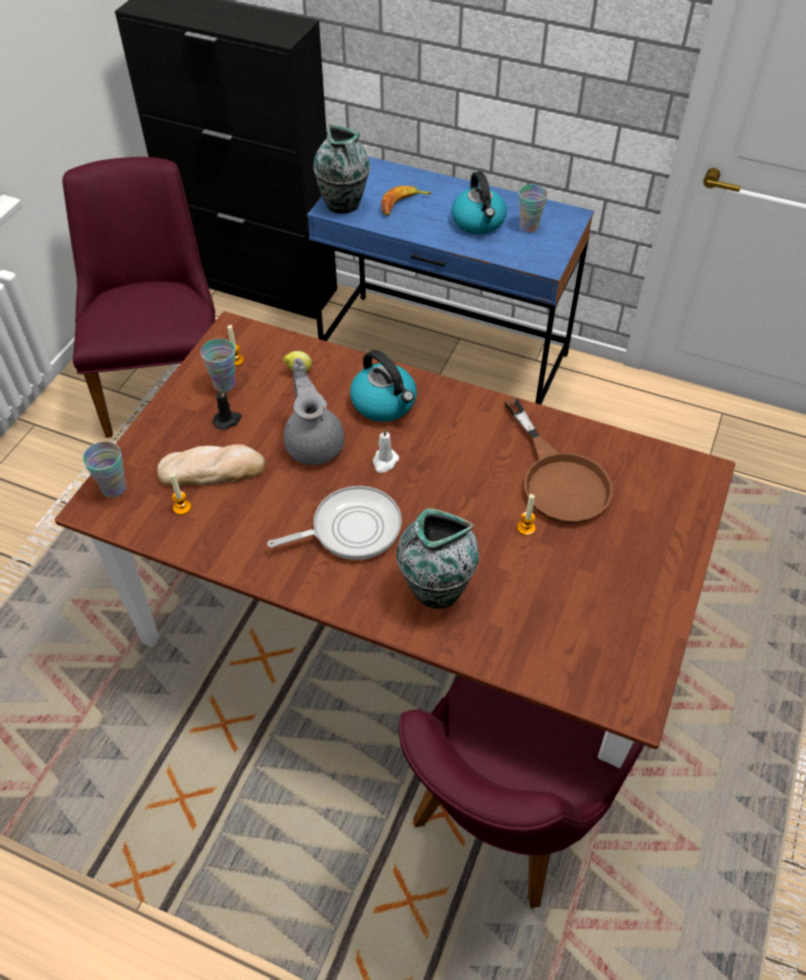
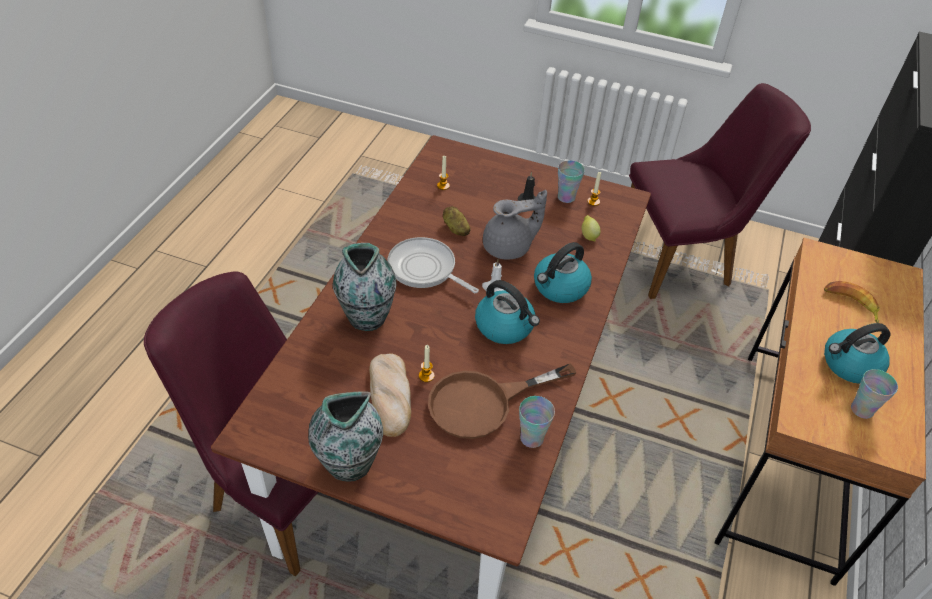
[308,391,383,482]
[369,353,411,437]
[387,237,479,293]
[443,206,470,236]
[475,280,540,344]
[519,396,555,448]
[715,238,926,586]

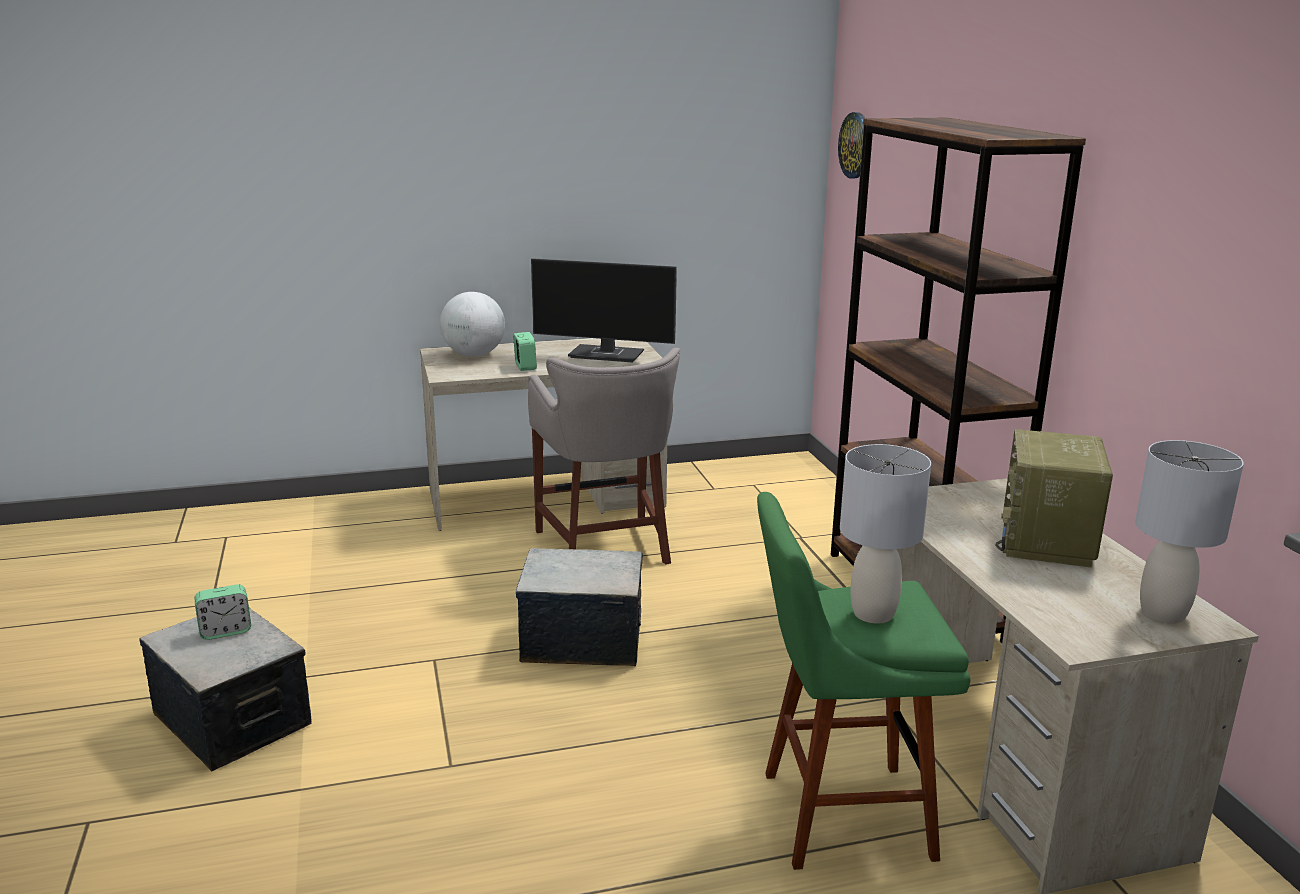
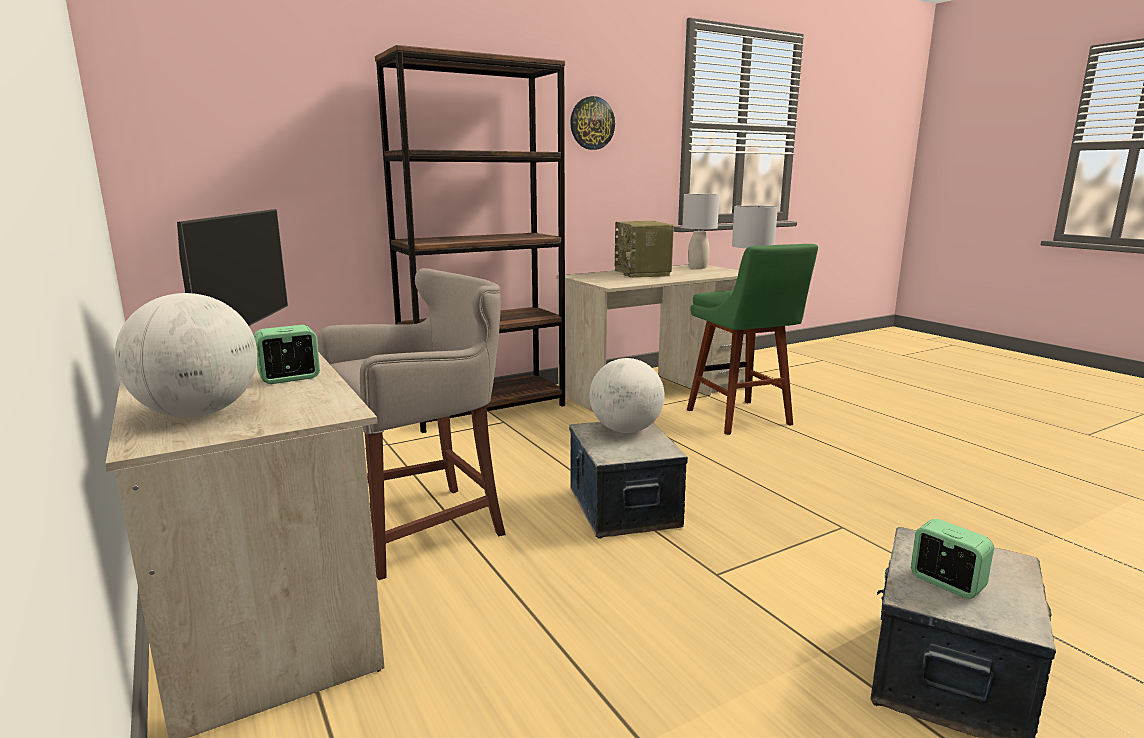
[570,96,615,150]
[589,358,665,433]
[615,221,674,278]

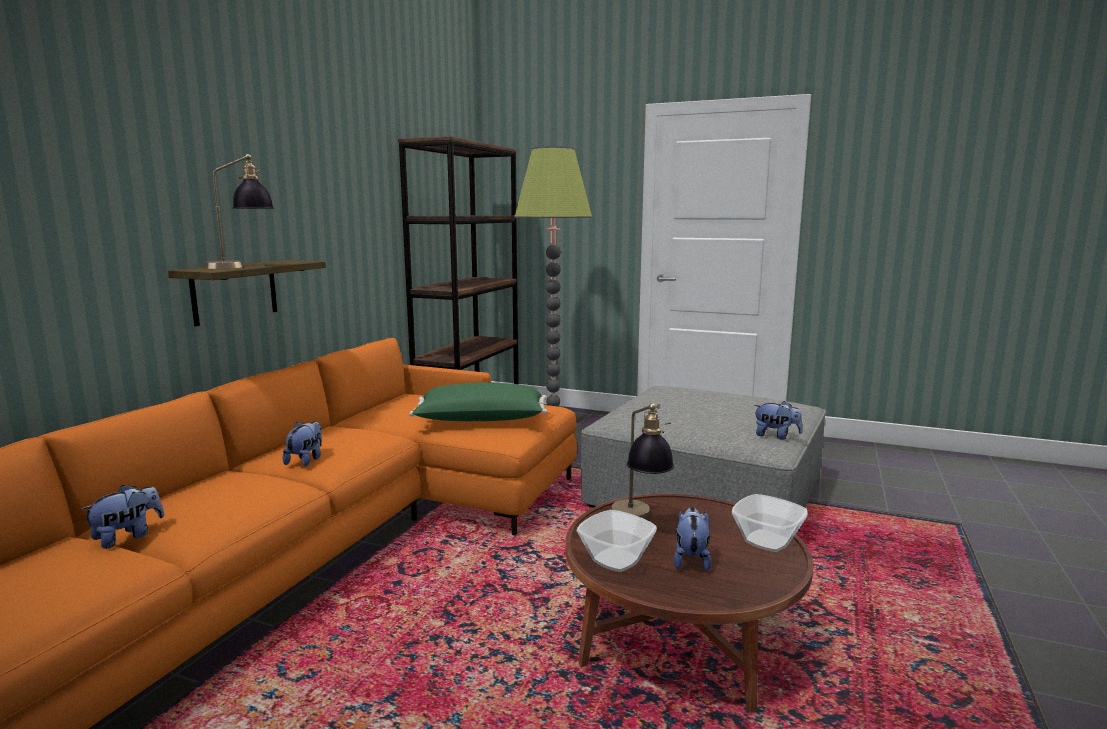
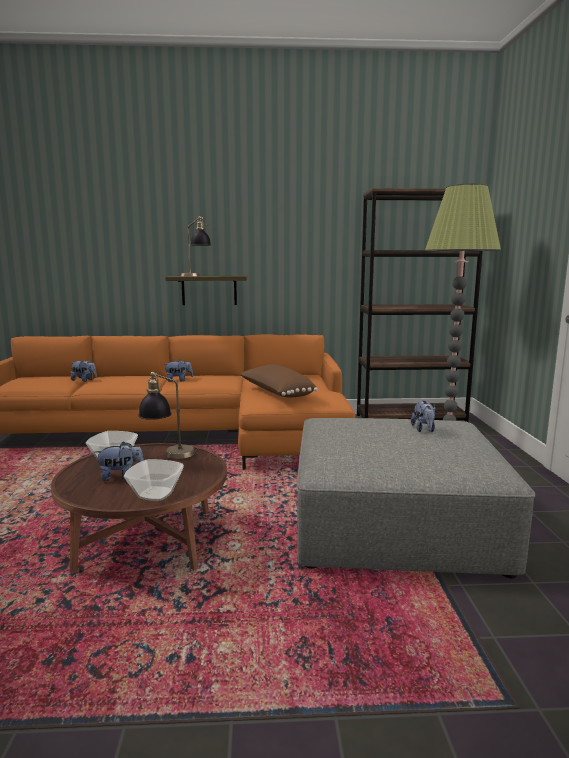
[240,364,318,397]
[411,400,435,432]

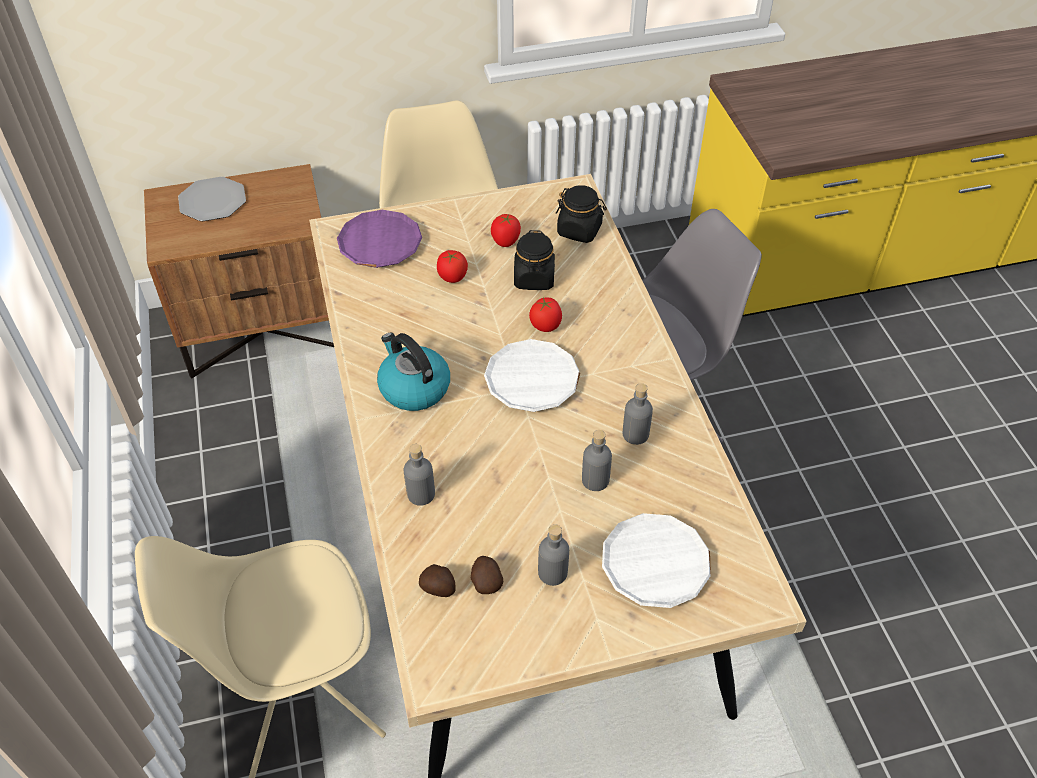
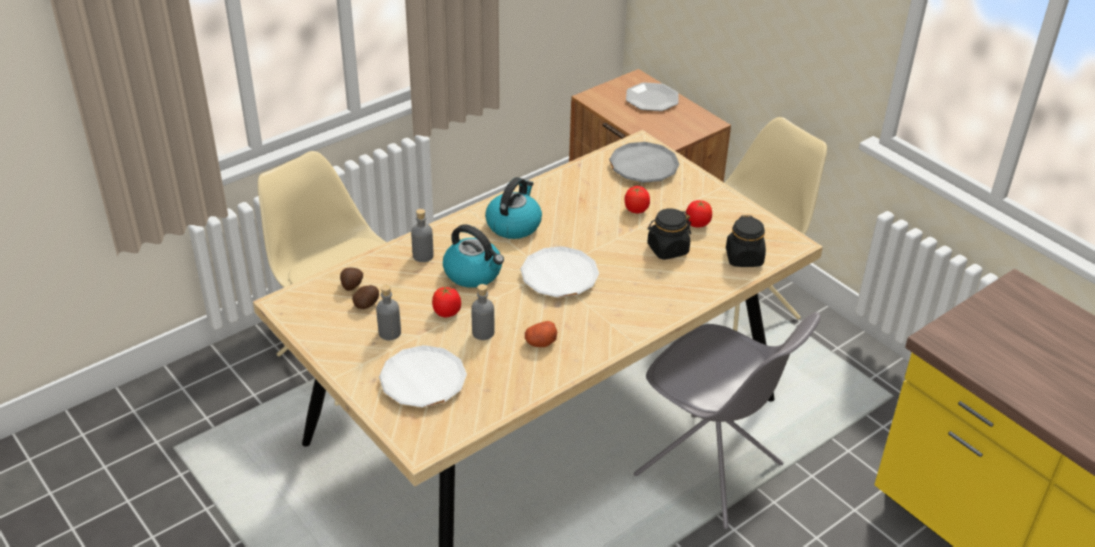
[432,286,461,317]
[443,224,504,288]
[525,321,557,347]
[609,142,680,183]

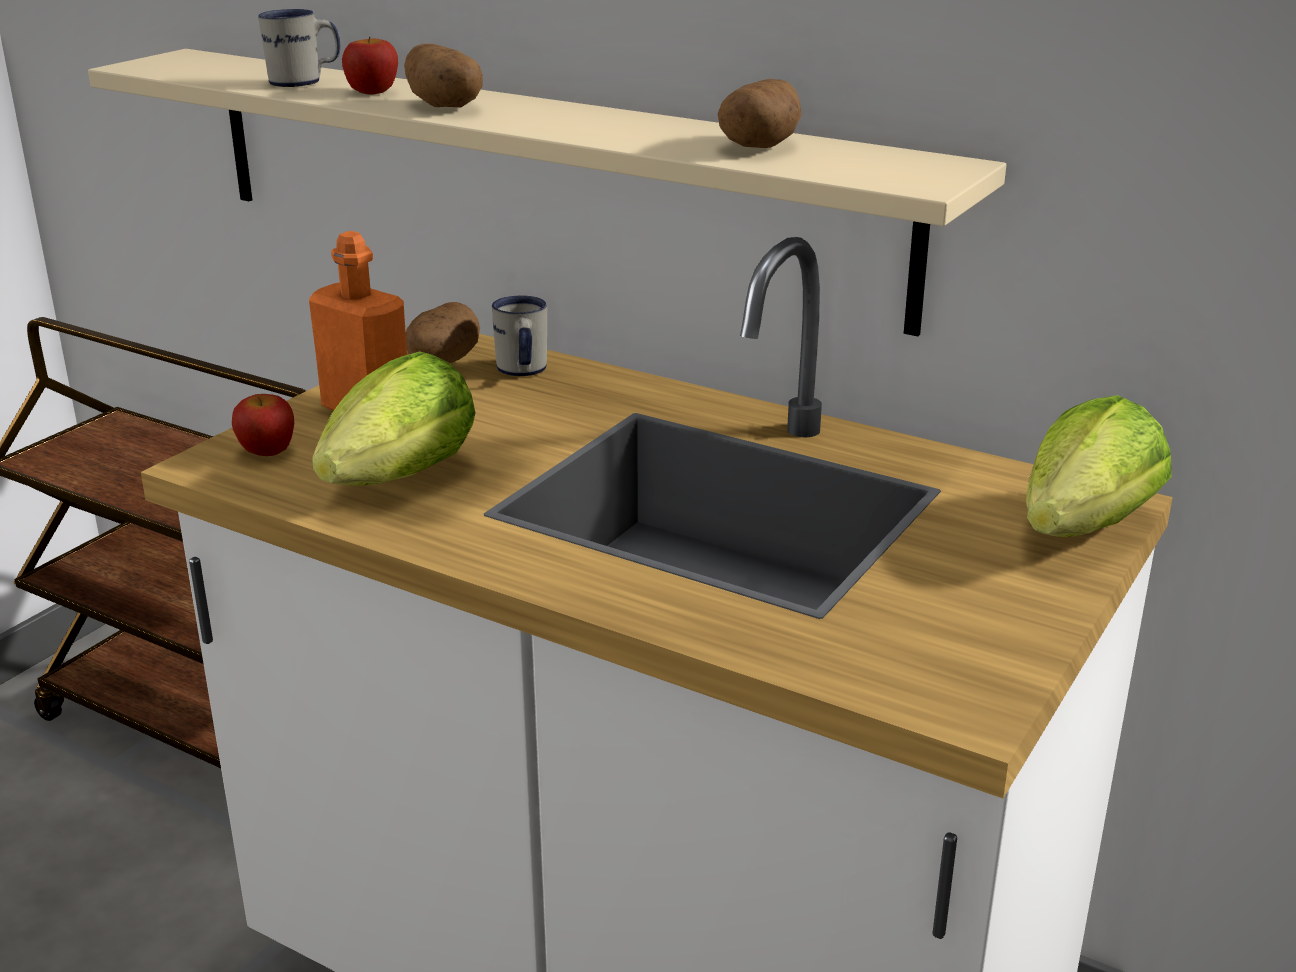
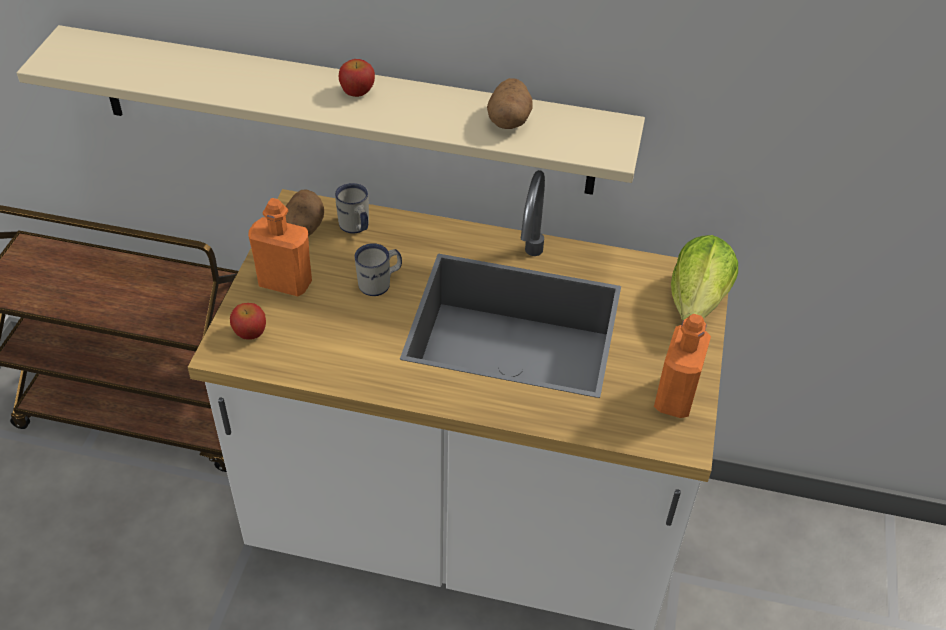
[339,59,375,97]
[355,243,402,296]
[654,314,711,418]
[312,351,476,486] (first image)
[404,44,483,107] (first image)

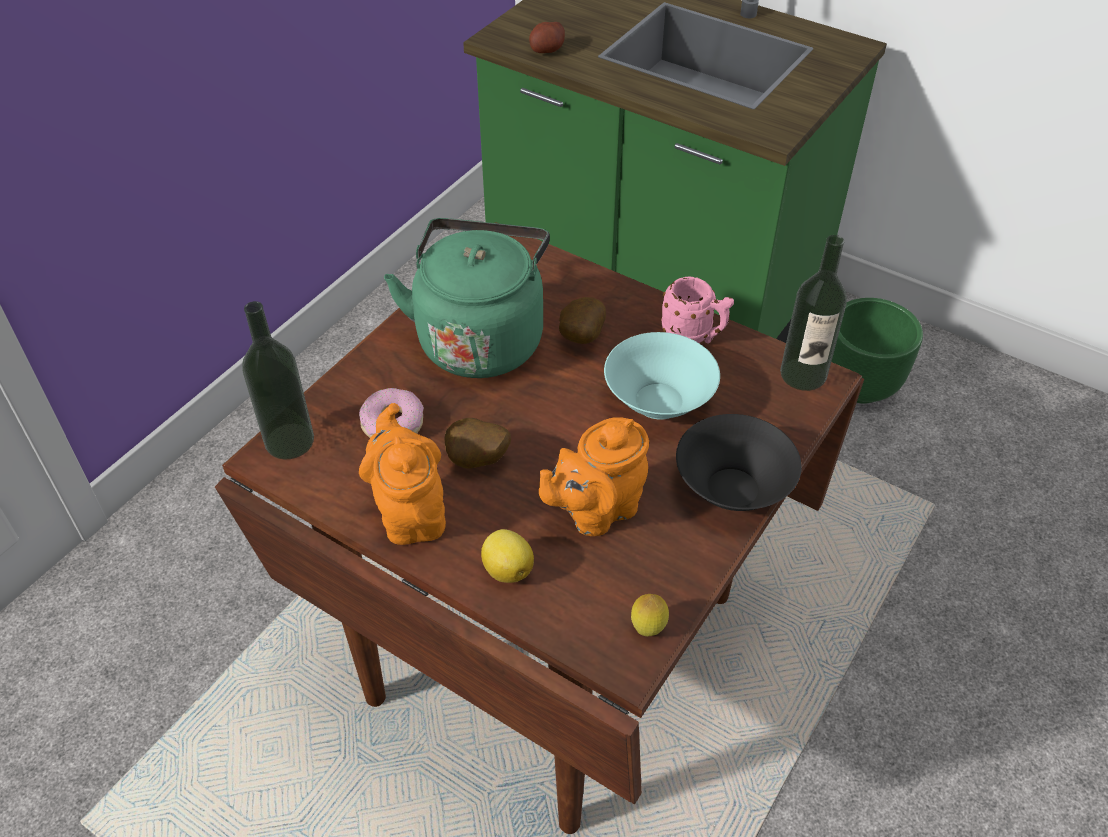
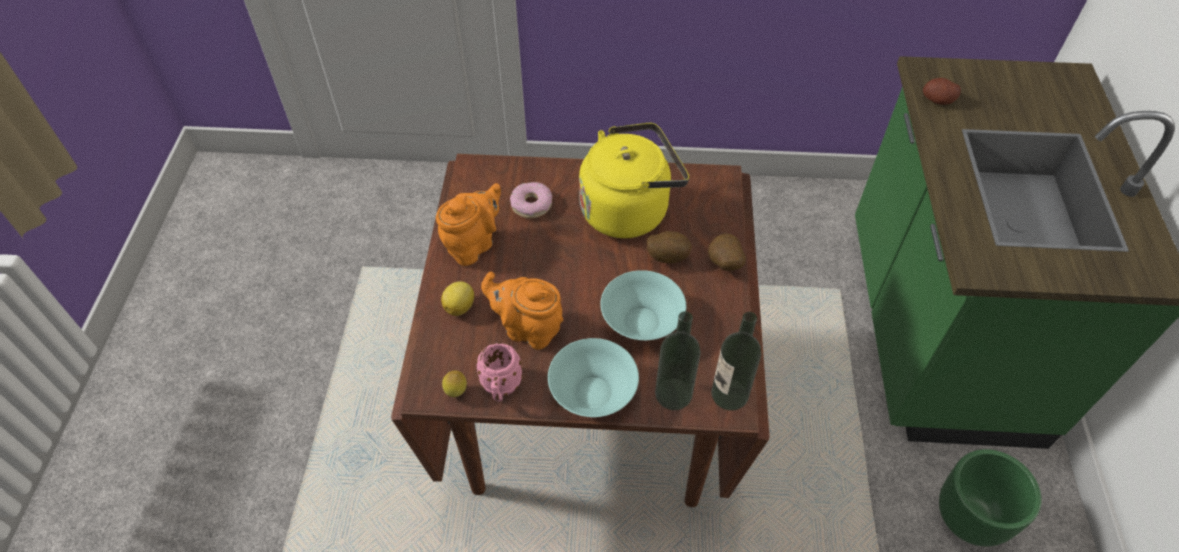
[476,343,523,402]
[548,338,639,417]
[579,123,689,238]
[655,311,701,410]
[708,233,746,271]

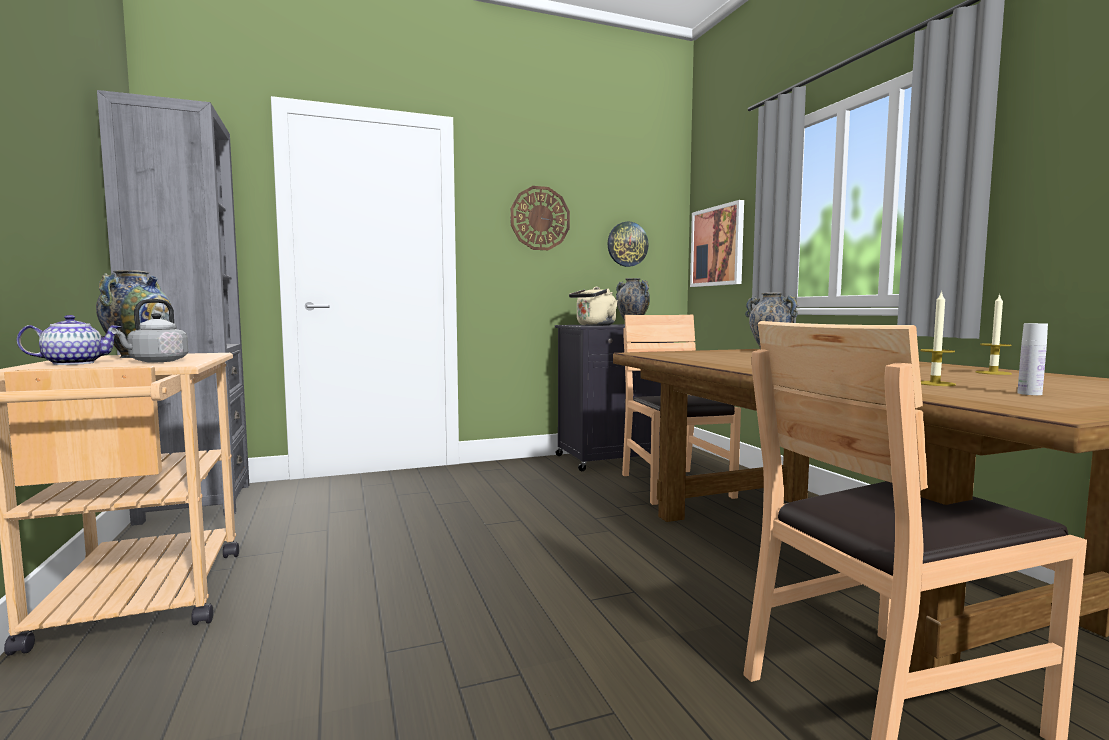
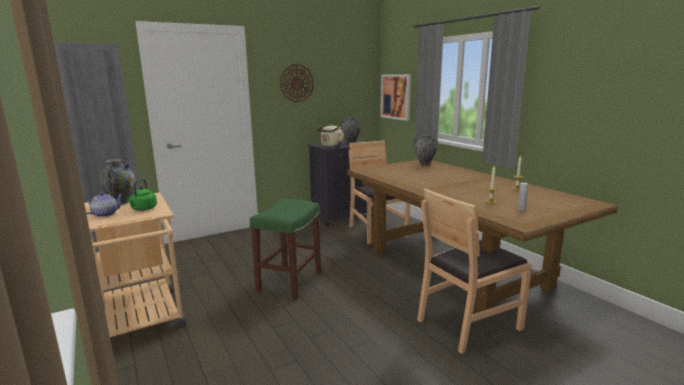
[127,179,157,211]
[250,199,321,300]
[607,221,649,267] (first image)

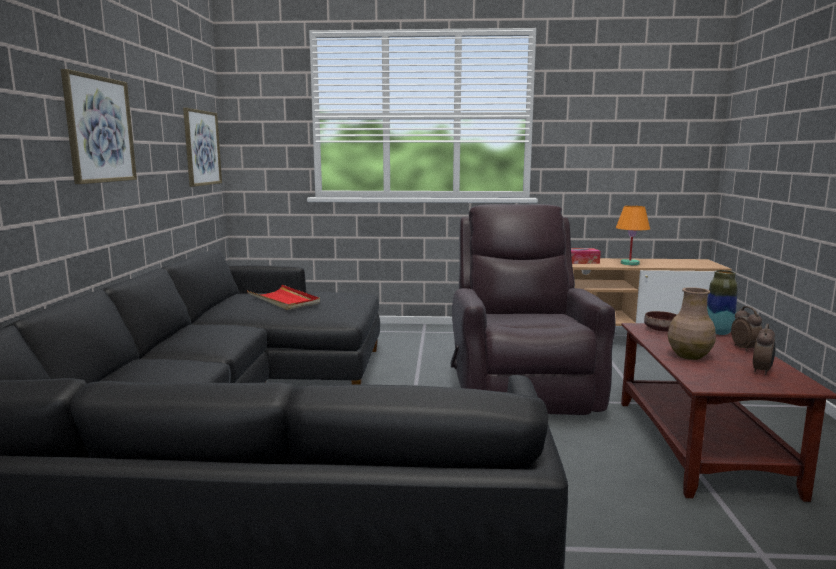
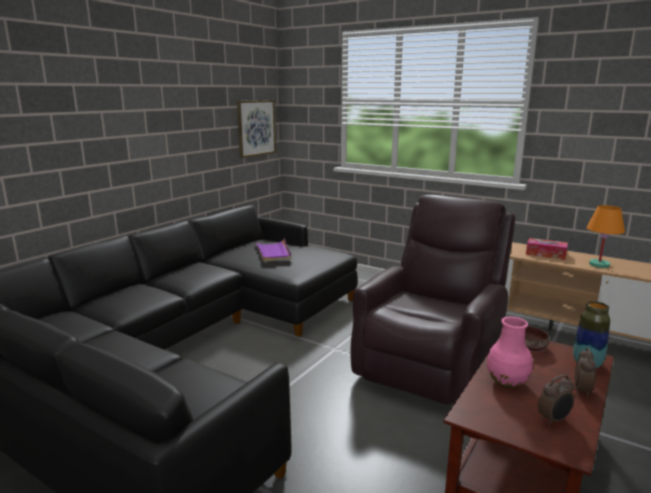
[256,239,292,262]
[487,317,533,388]
[61,69,137,184] (first image)

